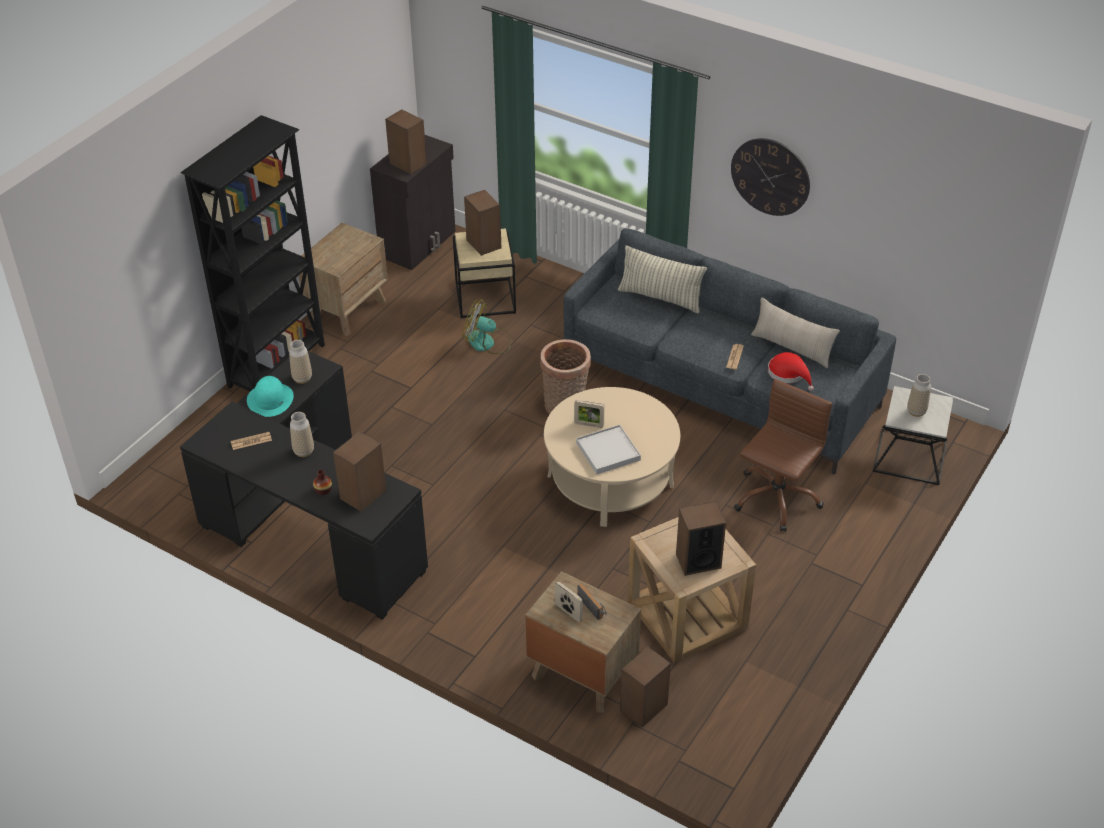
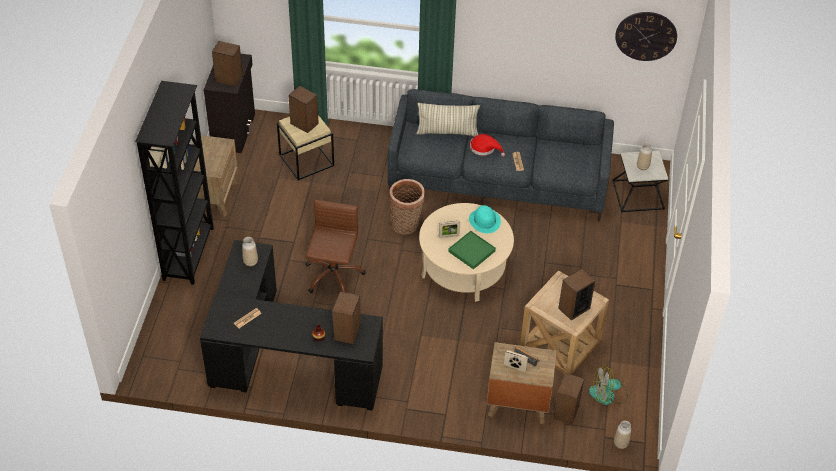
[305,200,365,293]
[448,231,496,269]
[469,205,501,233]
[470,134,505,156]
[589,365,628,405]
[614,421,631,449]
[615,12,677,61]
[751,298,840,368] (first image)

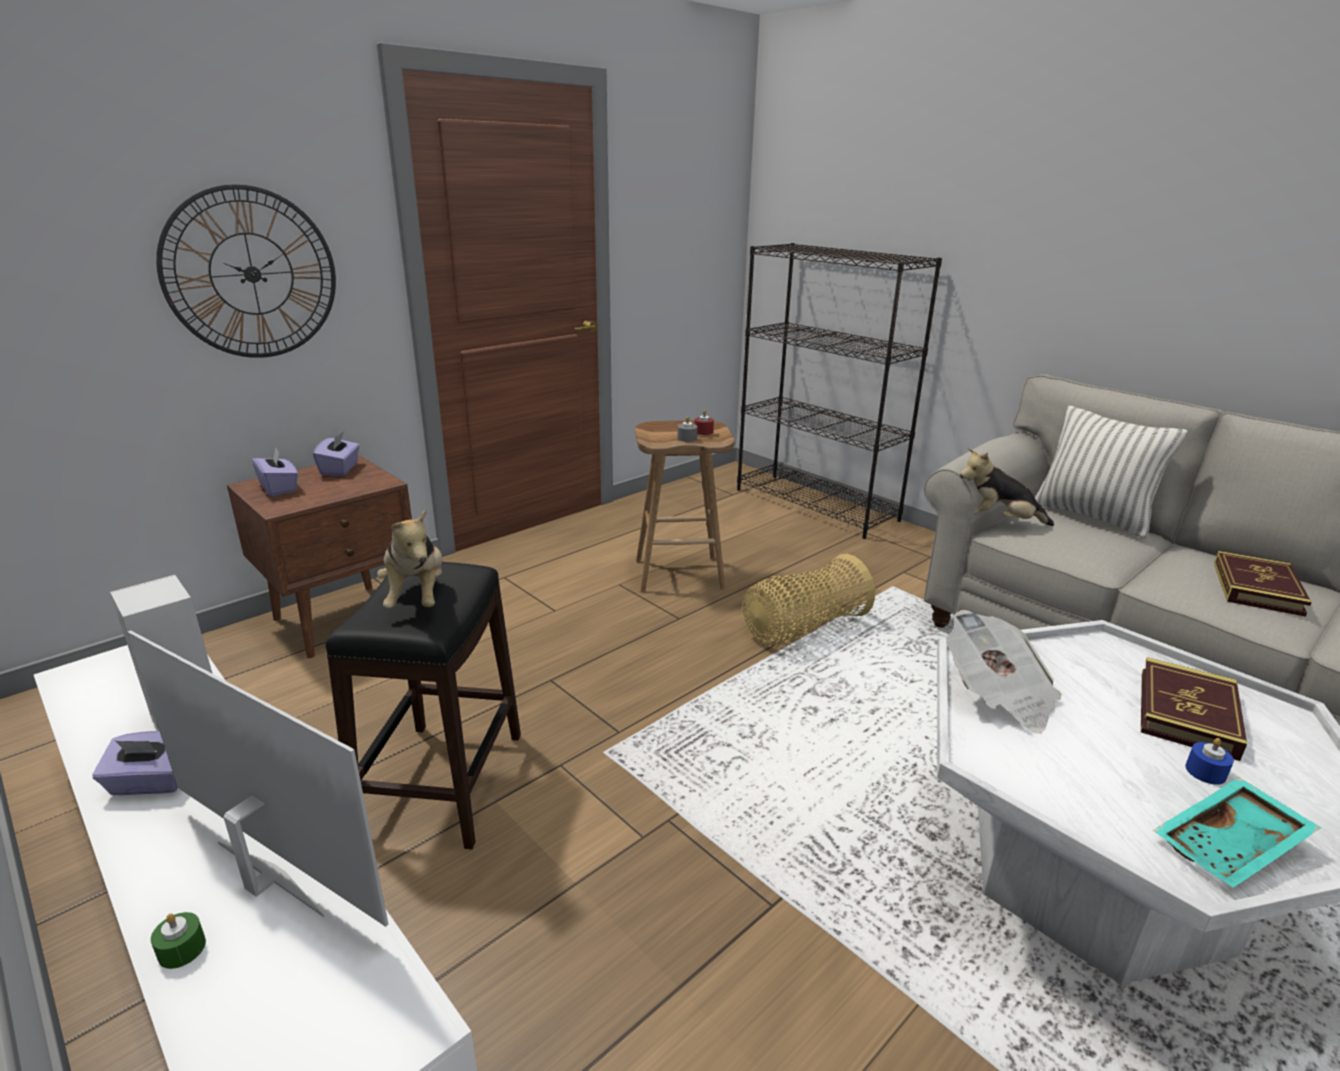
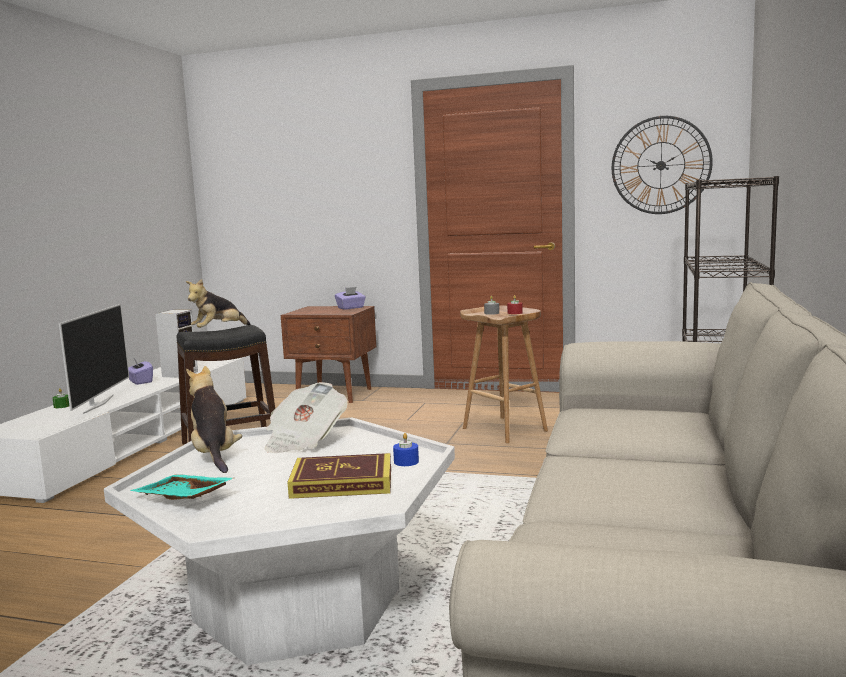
[186,366,242,473]
[393,433,419,466]
[612,116,713,214]
[252,448,298,496] (first image)
[743,554,875,645] (first image)
[1035,406,1188,538] (first image)
[1214,551,1312,617] (first image)

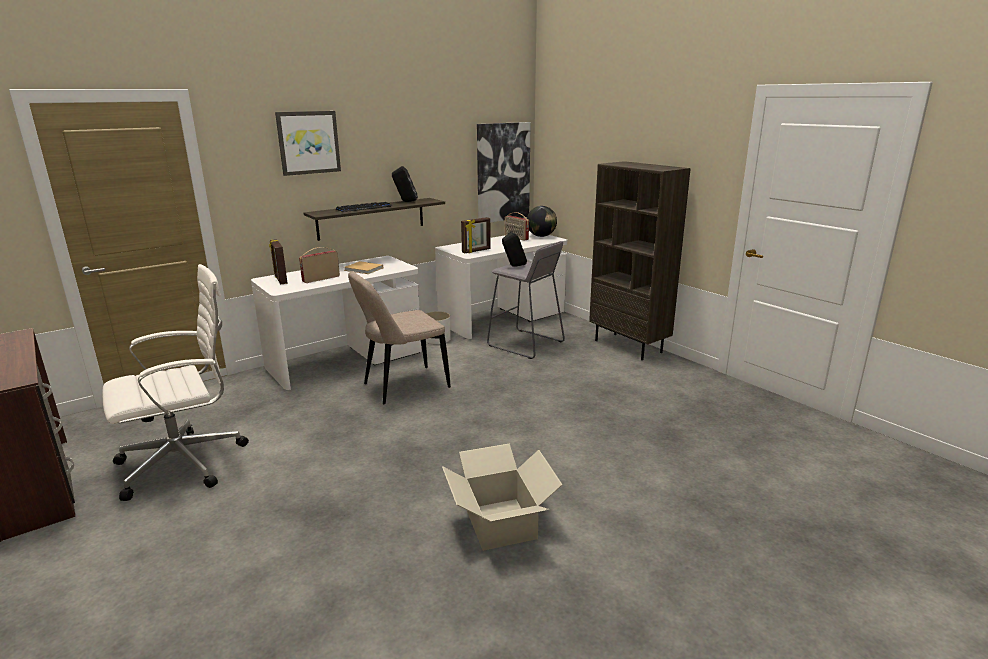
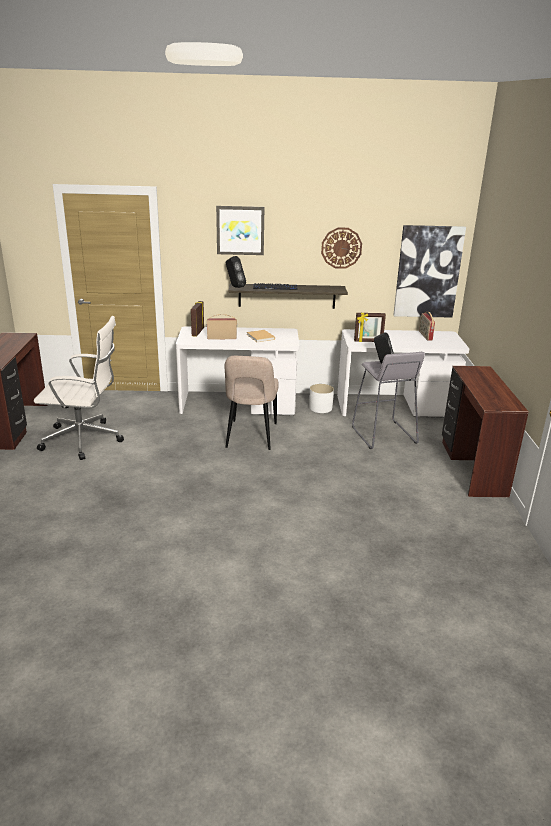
[224,356,279,450]
[226,256,246,288]
[321,227,362,269]
[442,366,529,497]
[442,444,563,551] (first image)
[527,206,557,237] (first image)

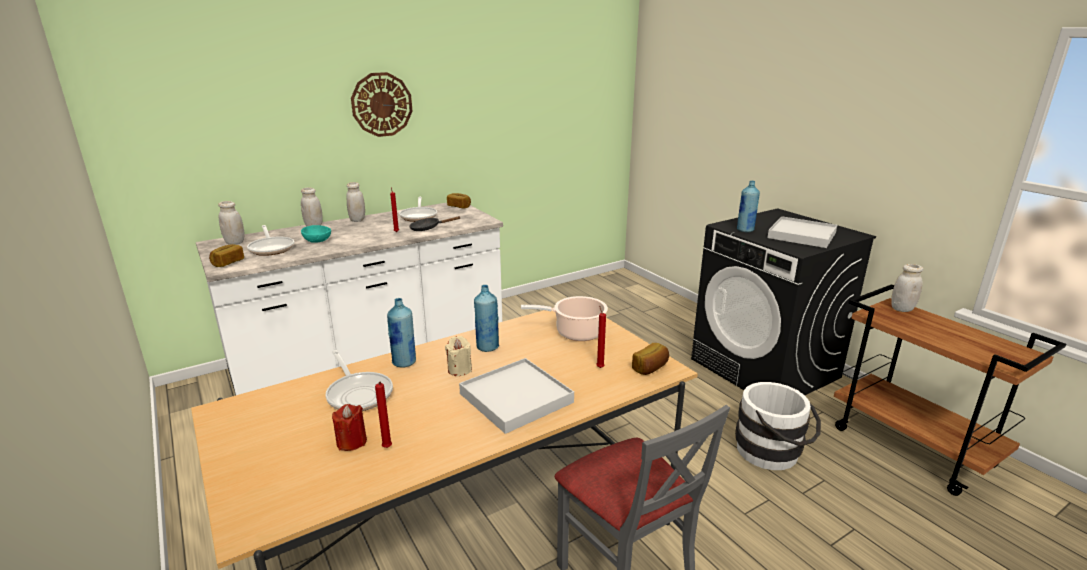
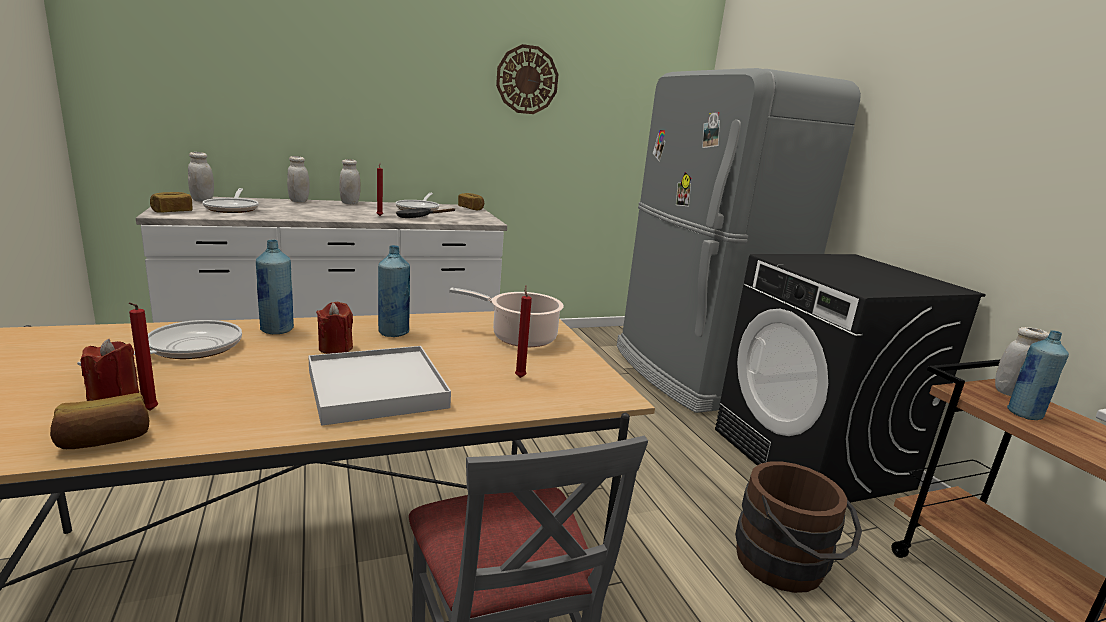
[50,393,149,449]
[77,320,242,366]
[316,302,353,354]
[496,44,558,114]
[617,68,861,413]
[735,461,862,593]
[1007,330,1069,420]
[301,225,331,243] (first image)
[767,216,837,248] (first image)

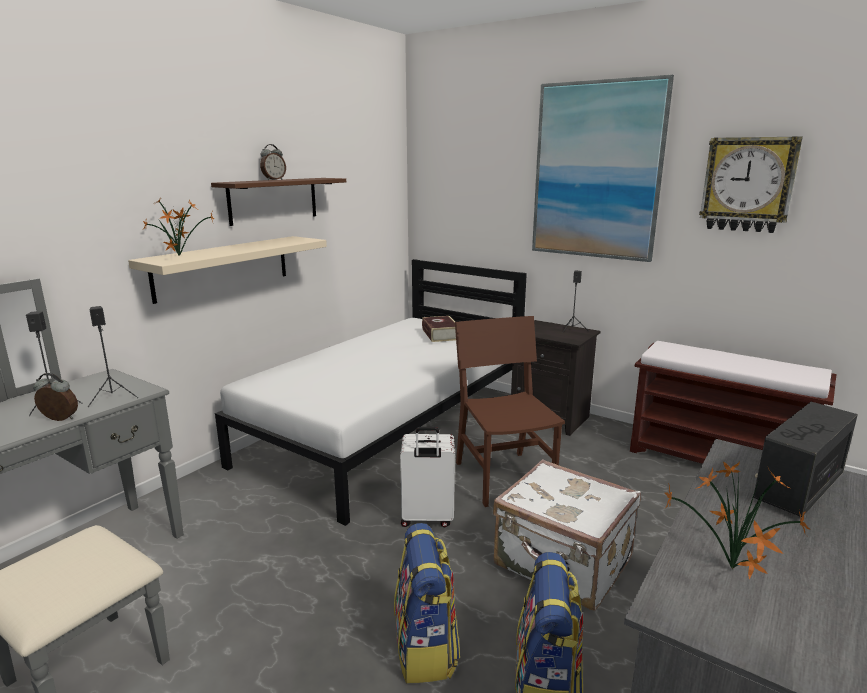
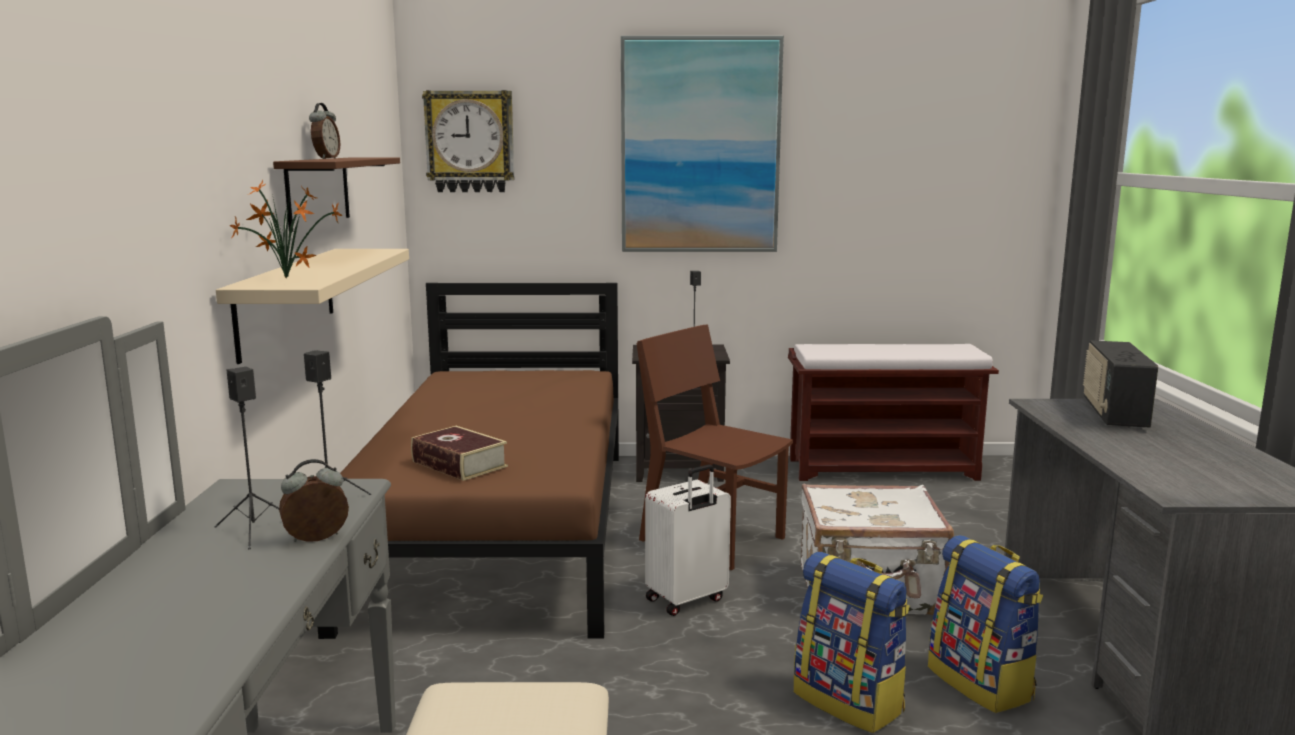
[318,283,619,639]
[411,426,508,481]
[422,90,515,192]
[664,461,810,580] (first image)

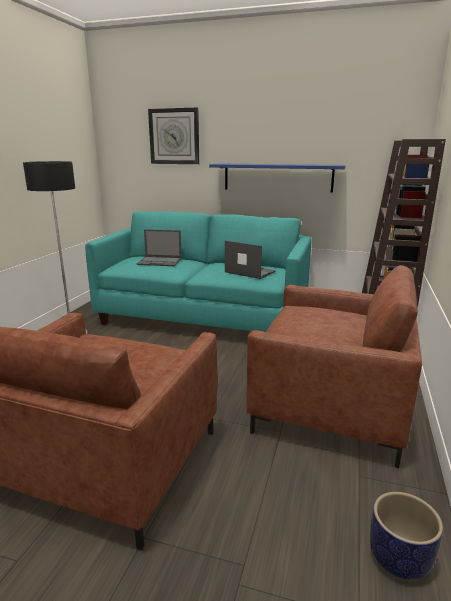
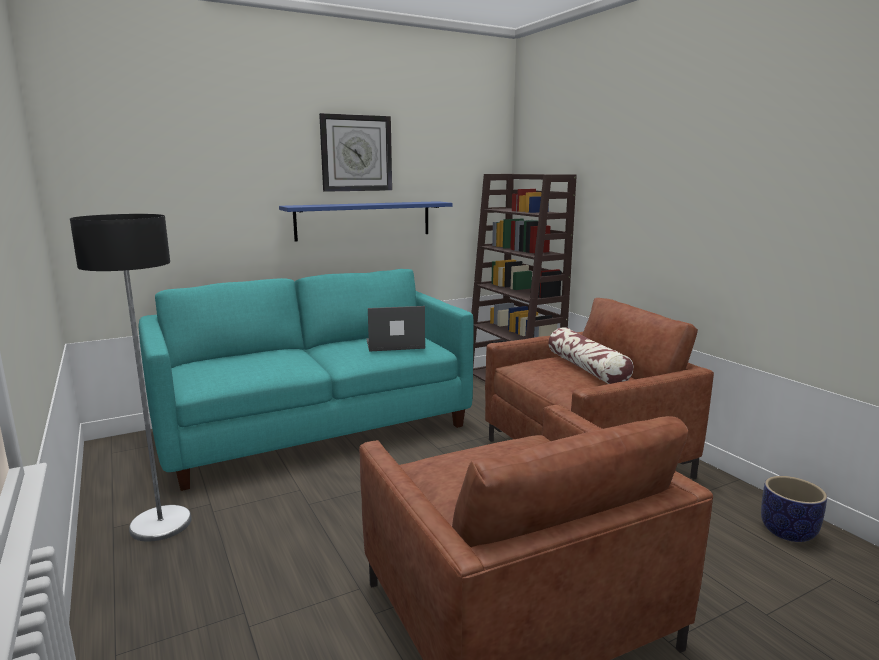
[319,113,392,192]
[548,327,634,384]
[137,229,182,266] (first image)

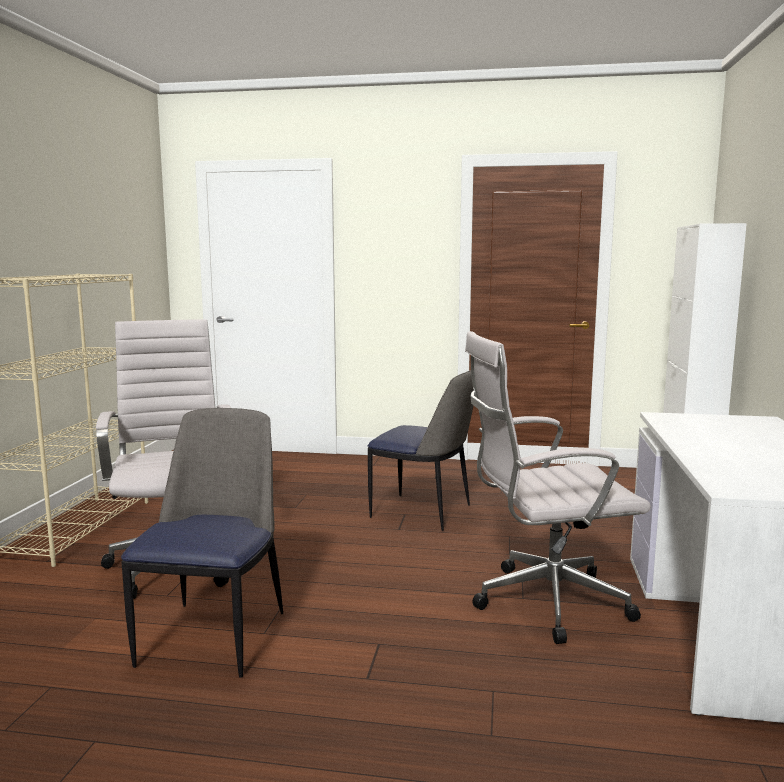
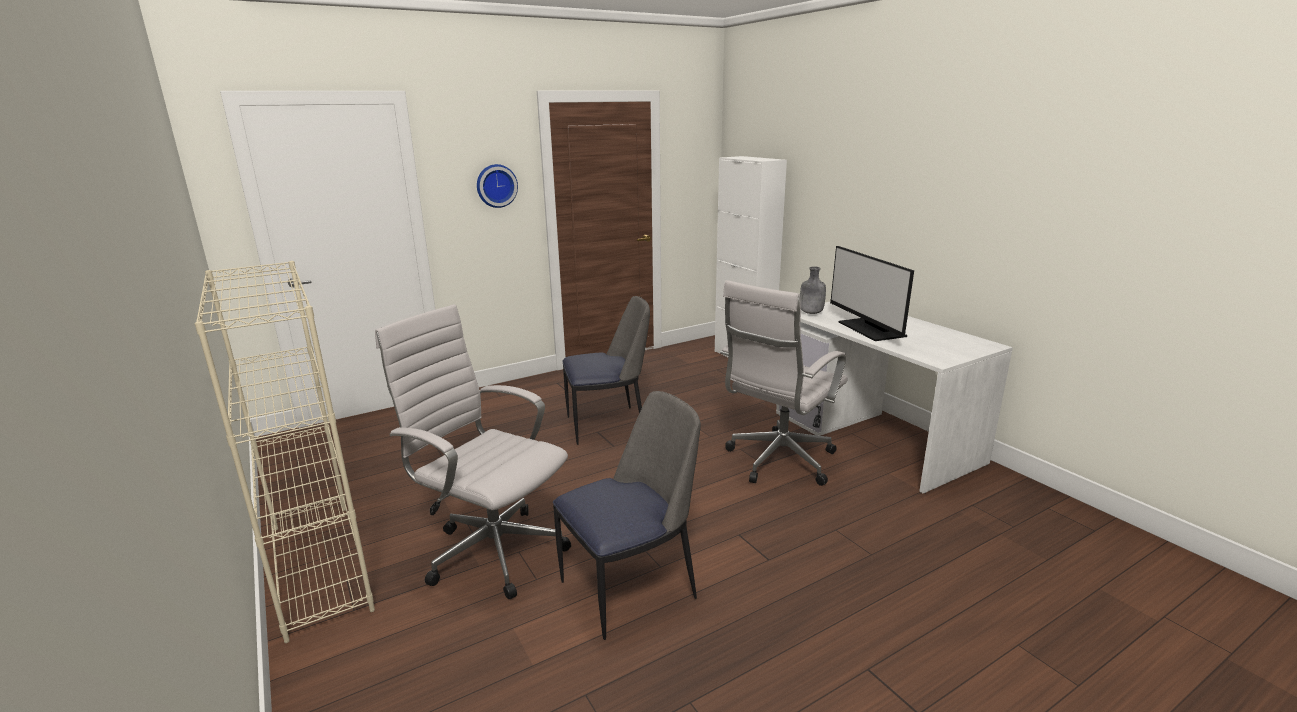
[477,164,518,208]
[553,391,701,640]
[800,267,826,314]
[830,246,914,341]

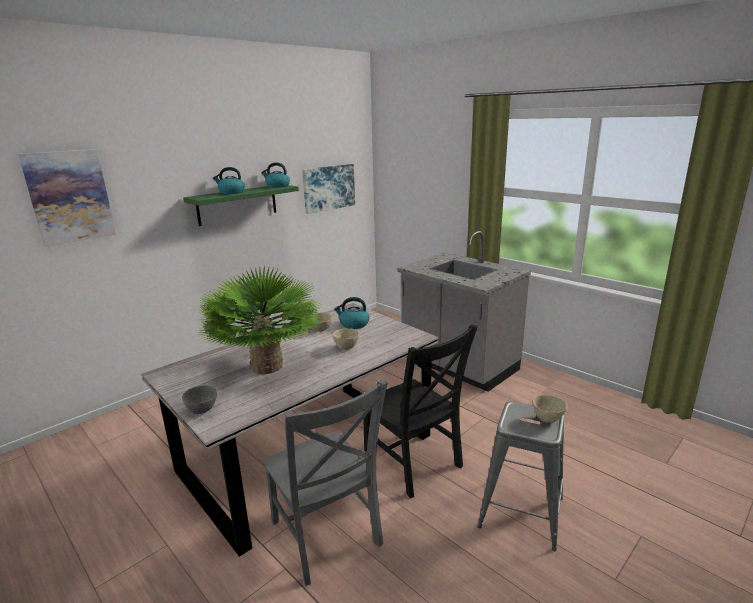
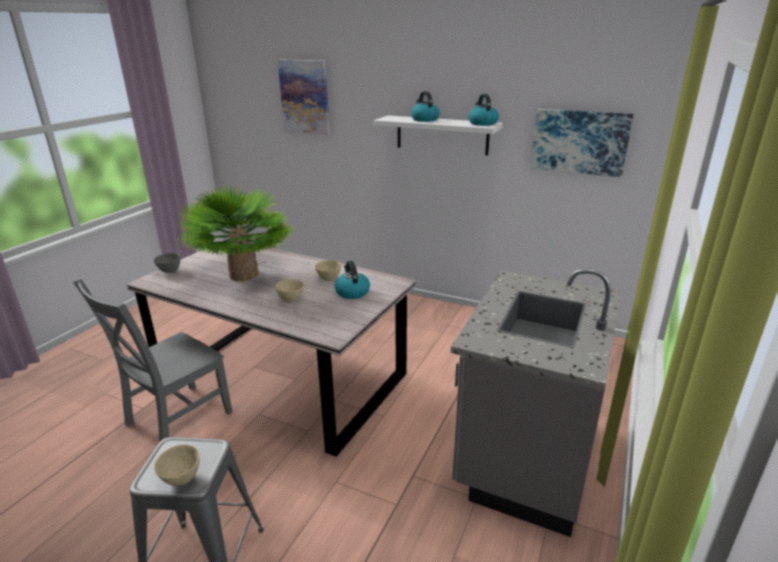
[373,116,503,155]
[363,324,478,498] (first image)

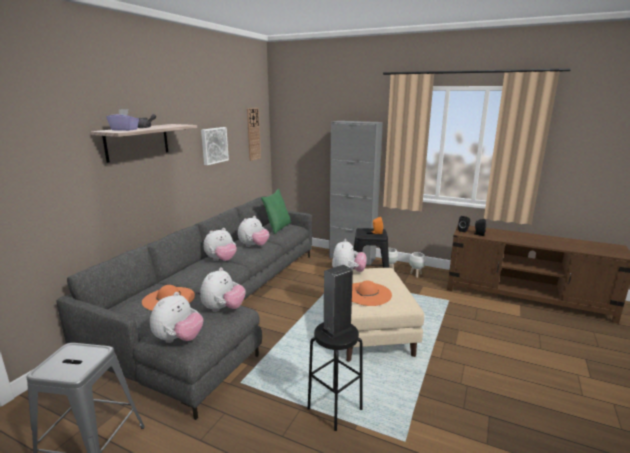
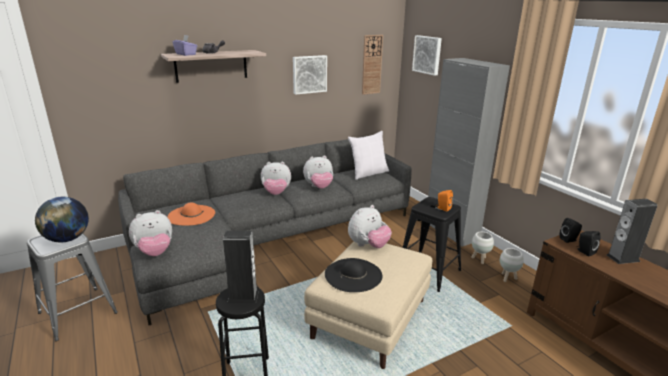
[35,197,89,242]
[325,258,382,292]
[348,131,389,180]
[412,35,442,76]
[607,199,657,264]
[200,267,245,312] (first image)

